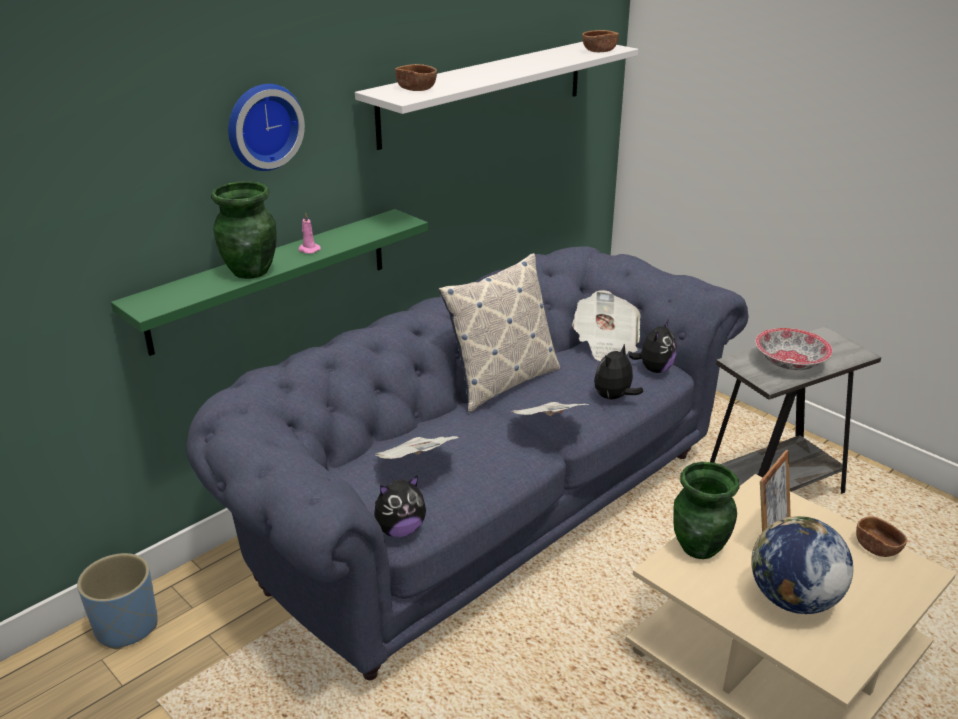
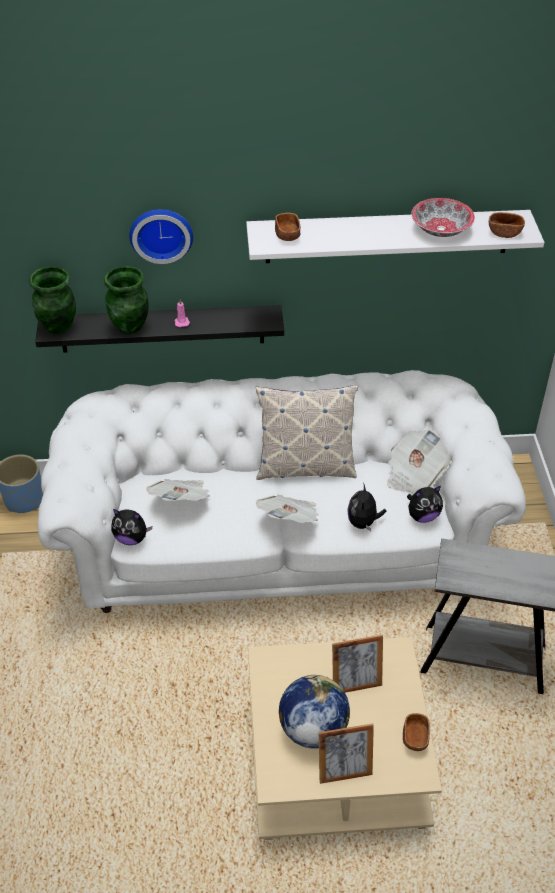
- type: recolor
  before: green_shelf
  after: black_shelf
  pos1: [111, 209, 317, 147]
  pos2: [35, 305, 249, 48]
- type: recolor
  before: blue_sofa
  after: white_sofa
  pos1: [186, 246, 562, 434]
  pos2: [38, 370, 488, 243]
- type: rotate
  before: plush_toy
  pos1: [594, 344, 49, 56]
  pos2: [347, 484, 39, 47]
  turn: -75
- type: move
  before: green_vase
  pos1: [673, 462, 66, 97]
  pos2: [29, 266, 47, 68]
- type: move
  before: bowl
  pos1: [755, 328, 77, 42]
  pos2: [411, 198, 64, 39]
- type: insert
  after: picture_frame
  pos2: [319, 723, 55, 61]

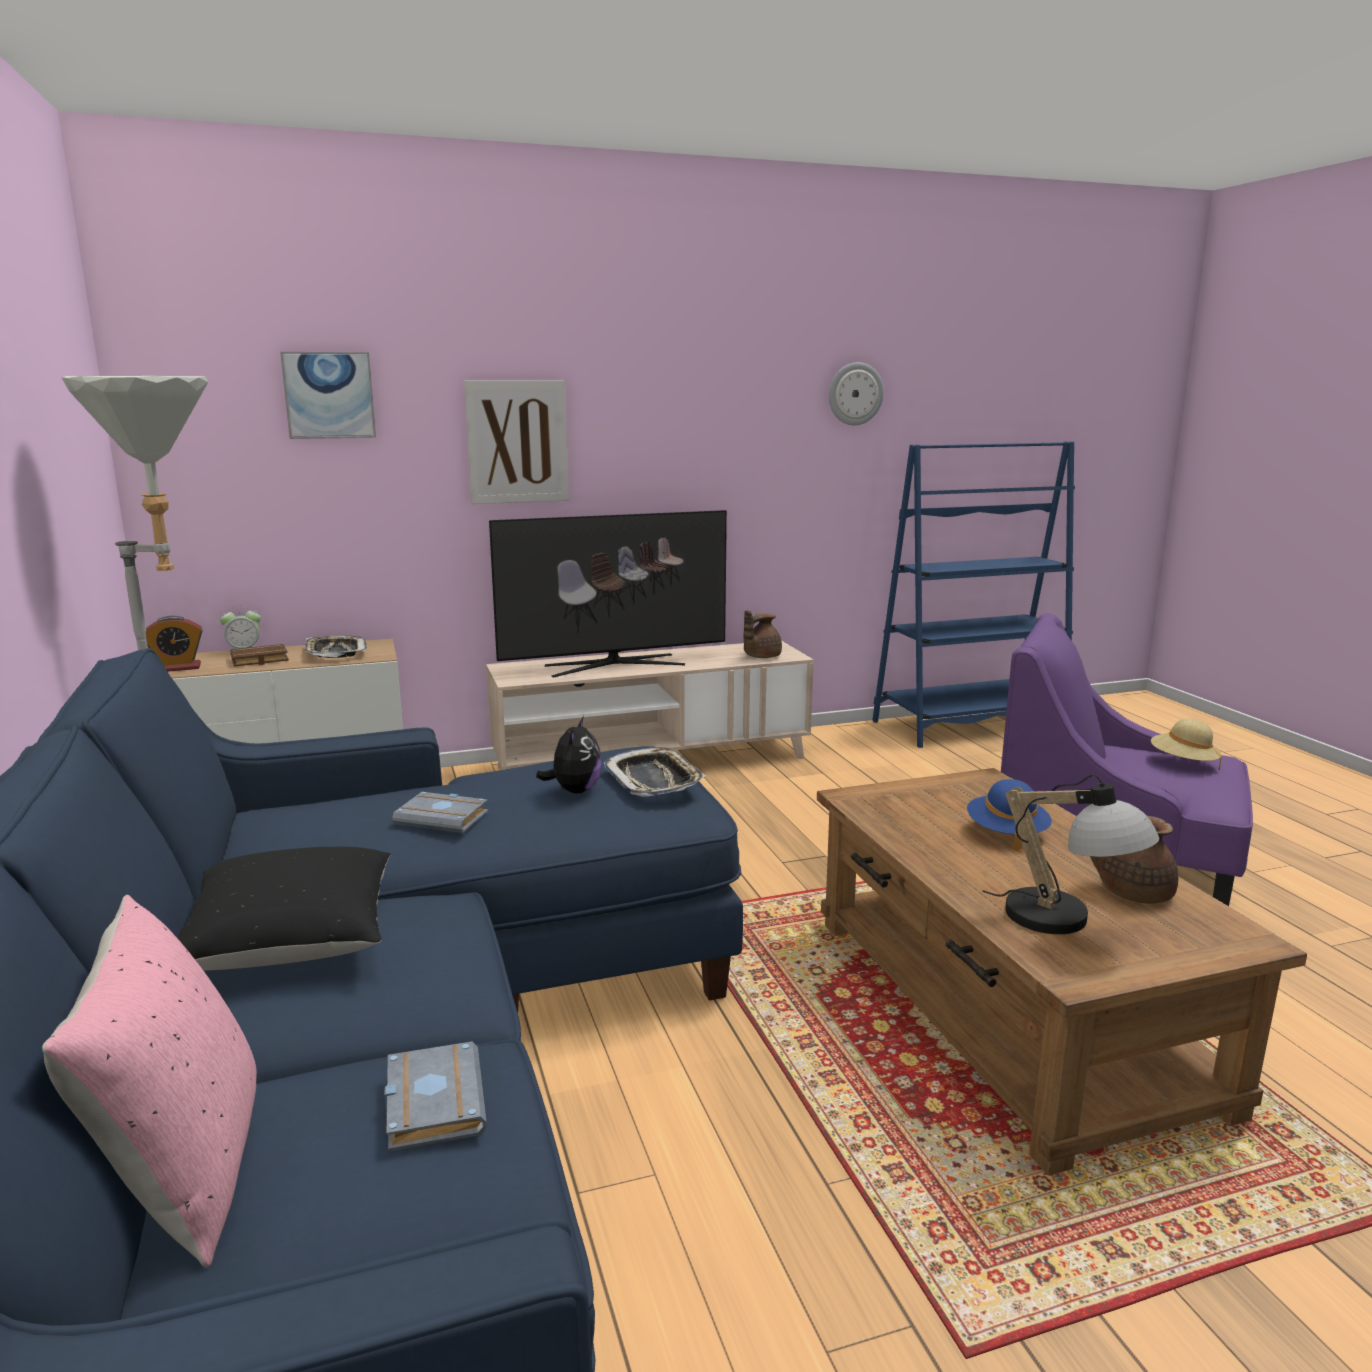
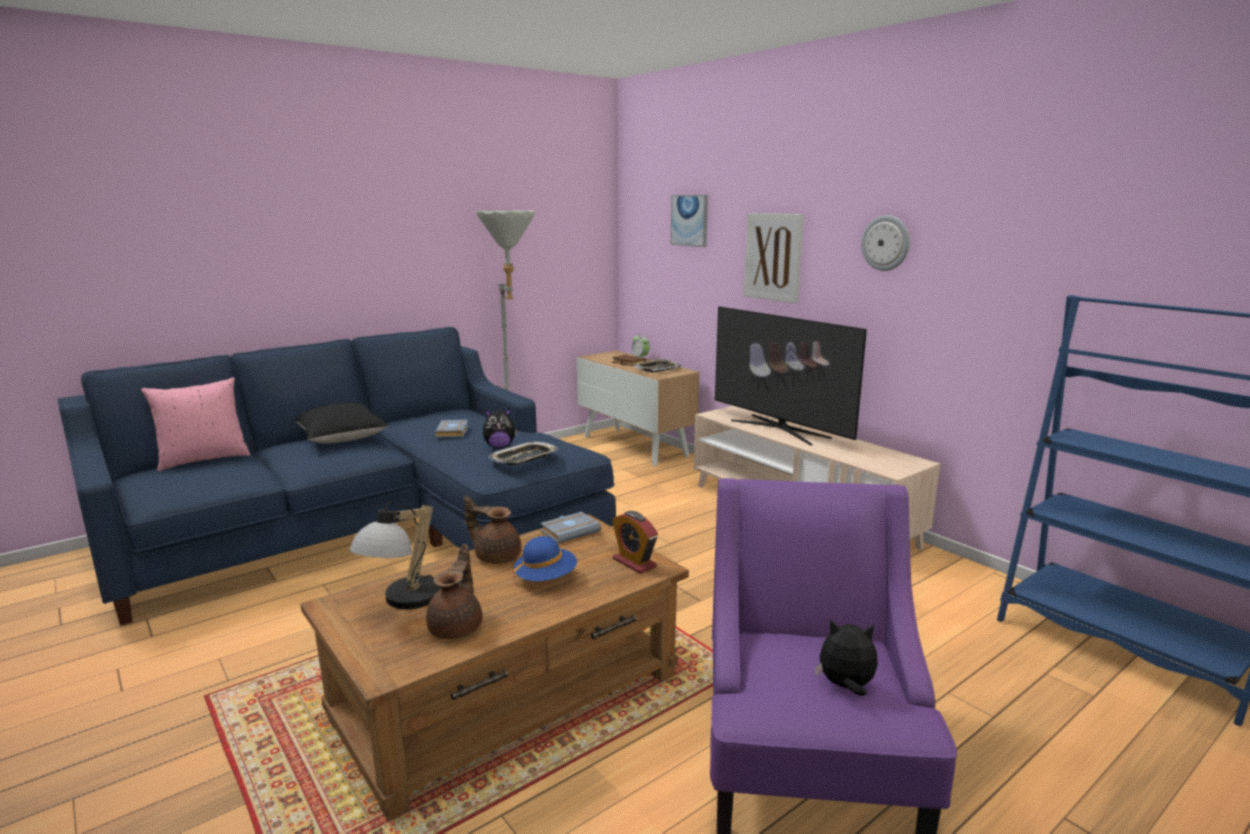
- type: move
  before: alarm_clock
  pos1: [146, 616, 57, 56]
  pos2: [612, 511, 46, 63]
- type: move
  before: grey_book
  pos1: [385, 1041, 102, 111]
  pos2: [540, 512, 61, 32]
- type: move
  before: brown_teapot
  pos1: [743, 610, 39, 48]
  pos2: [464, 495, 57, 69]
- type: move
  before: wall_clock
  pos1: [829, 362, 55, 63]
  pos2: [861, 215, 49, 56]
- type: replace
  before: beige_hat
  after: plush_toy
  pos1: [1151, 718, 71, 52]
  pos2: [815, 619, 63, 77]

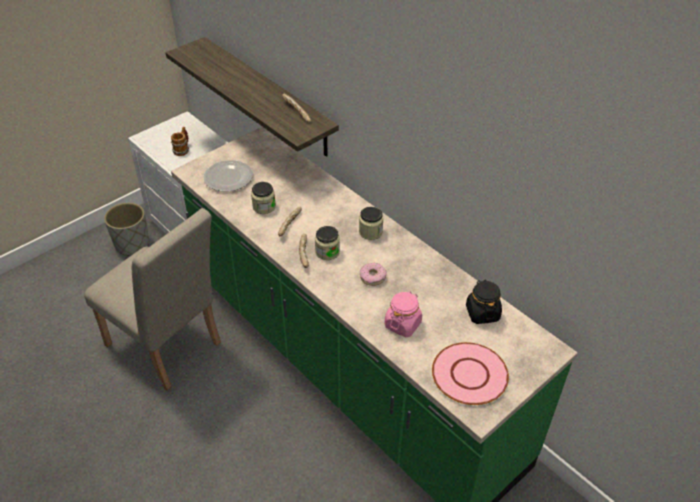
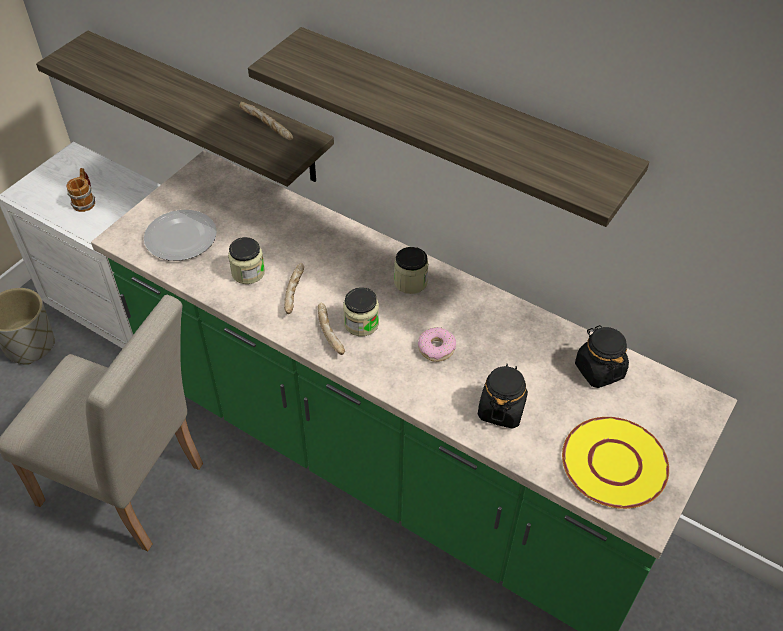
- type: recolor
  before: pink_jar
  after: black_jar
  pos1: [385, 291, 37, 46]
  pos2: [478, 364, 50, 65]
- type: recolor
  before: pink_plate
  after: yellow_plate
  pos1: [432, 342, 77, 63]
  pos2: [562, 417, 107, 92]
- type: insert
  after: shelf
  pos2: [248, 27, 401, 200]

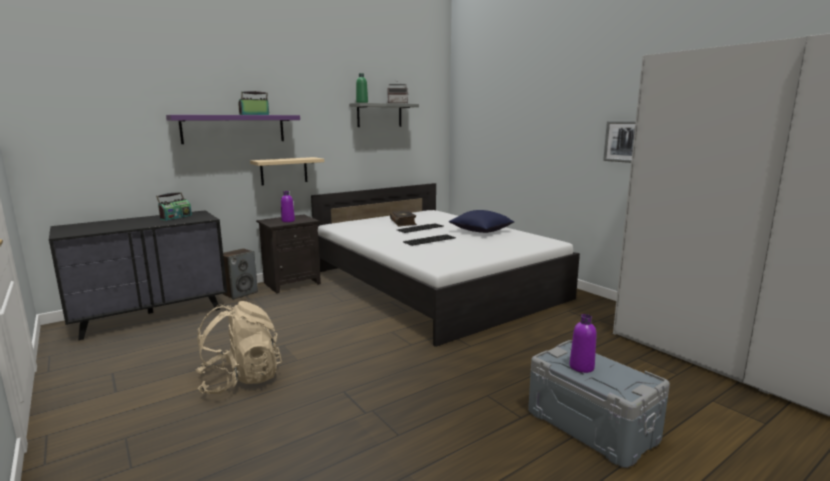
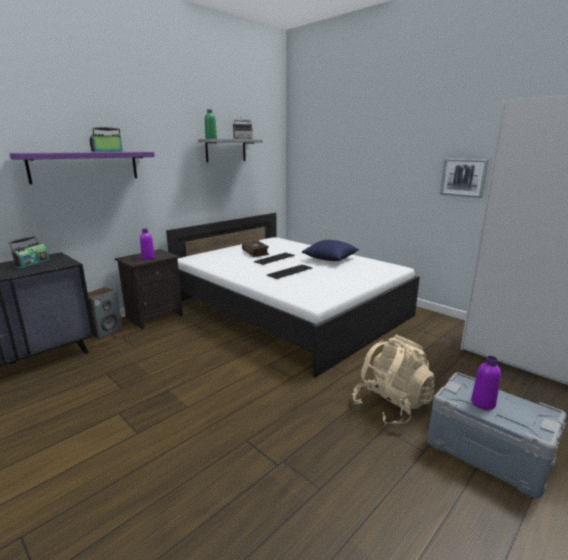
- type: move
  before: beige_backpack
  pos1: [196, 301, 86, 93]
  pos2: [352, 335, 83, 90]
- type: delete
  before: beige_shelf
  pos1: [250, 157, 74, 28]

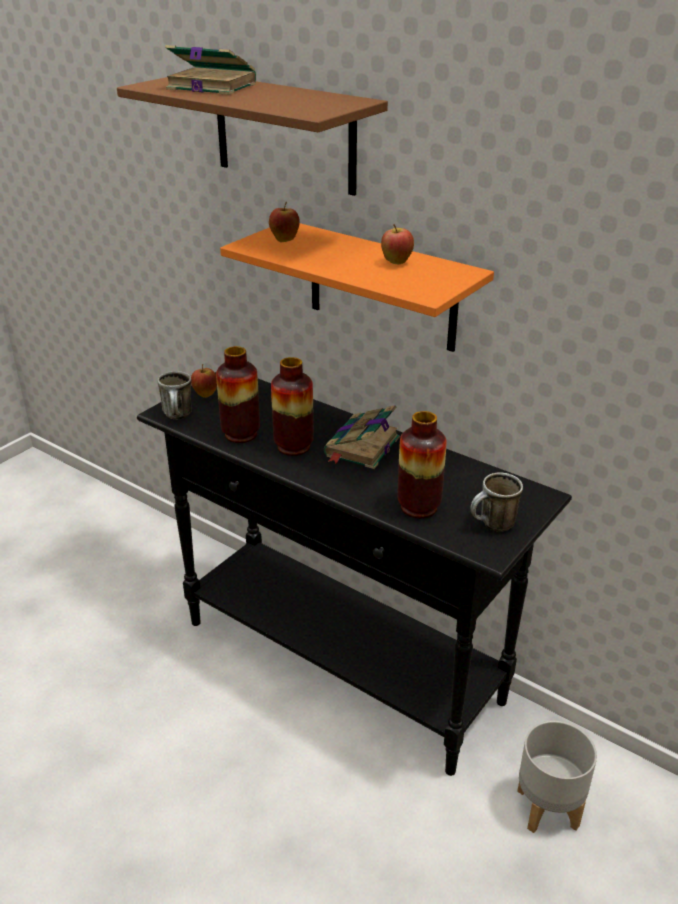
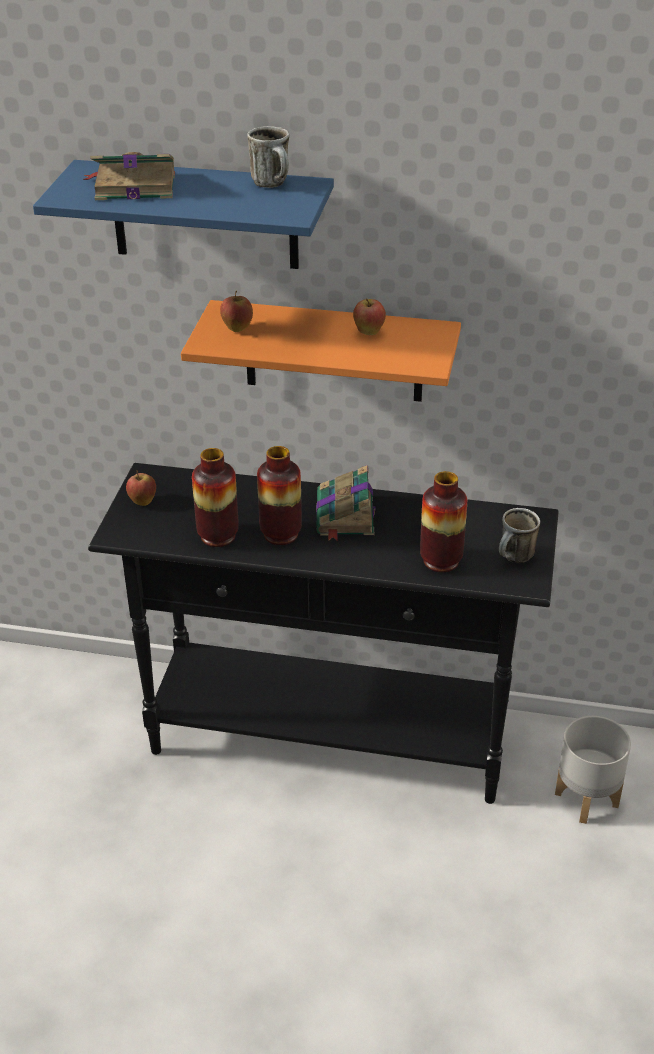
- type: recolor
  before: brown_shelf
  after: blue_shelf
  pos1: [117, 77, 271, 119]
  pos2: [33, 160, 301, 109]
- type: move
  before: mug
  pos1: [158, 371, 34, 48]
  pos2: [247, 126, 42, 62]

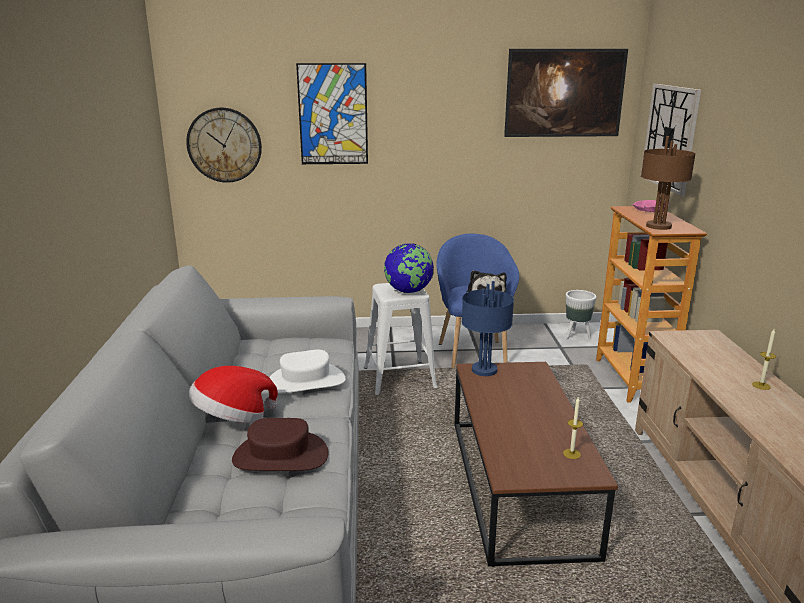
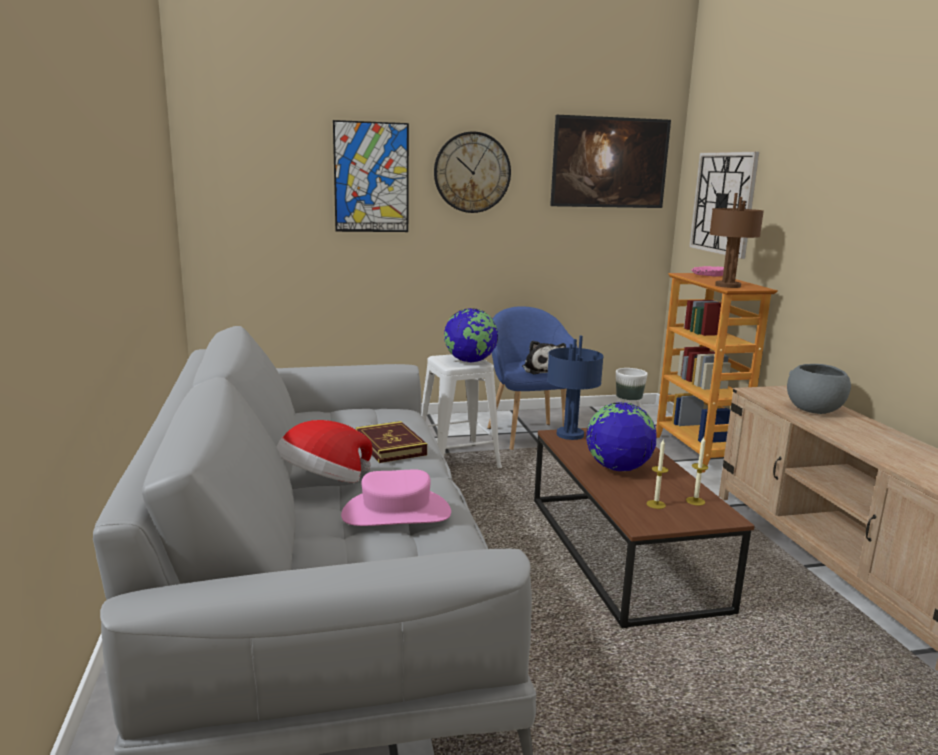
- type: move
  before: wall_clock
  pos1: [186, 107, 76, 76]
  pos2: [434, 131, 77, 82]
- type: recolor
  before: brown_hat
  after: pink_hat
  pos1: [232, 418, 97, 53]
  pos2: [341, 470, 110, 56]
- type: replace
  before: white_hat
  after: book
  pos1: [269, 350, 76, 43]
  pos2: [356, 421, 71, 42]
- type: move
  before: candle
  pos1: [752, 329, 24, 61]
  pos2: [646, 439, 22, 70]
- type: insert
  after: globe
  pos2: [586, 402, 71, 69]
- type: insert
  after: grey_bowl
  pos2: [787, 364, 64, 50]

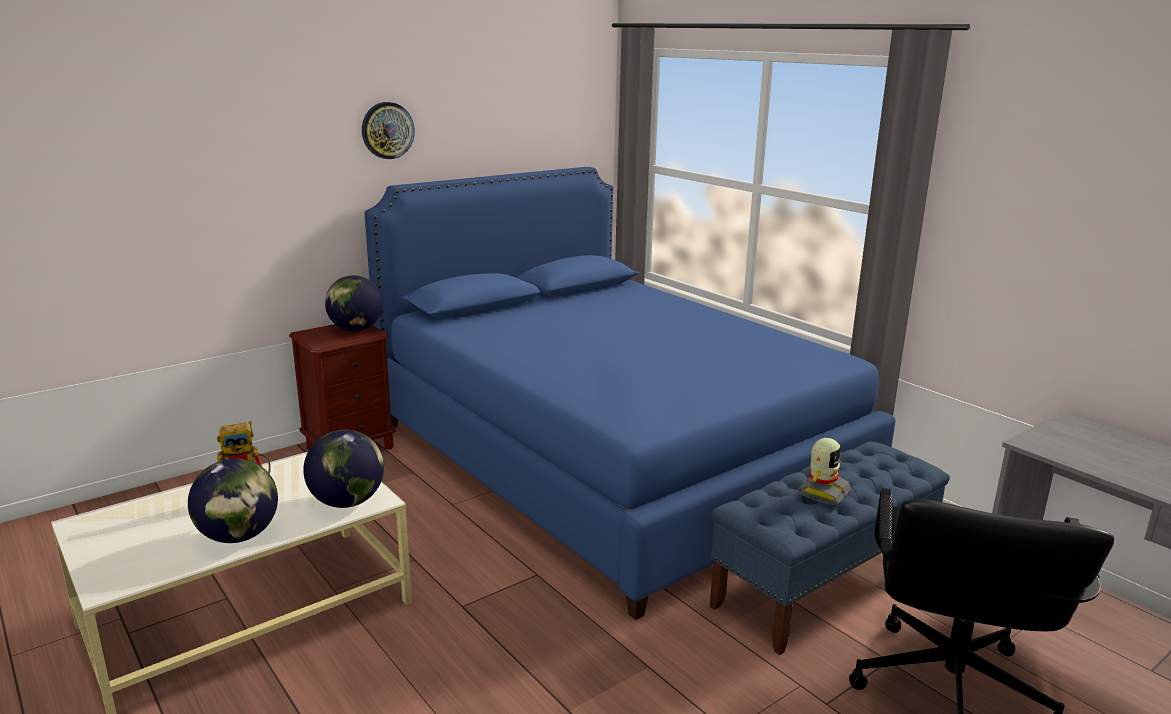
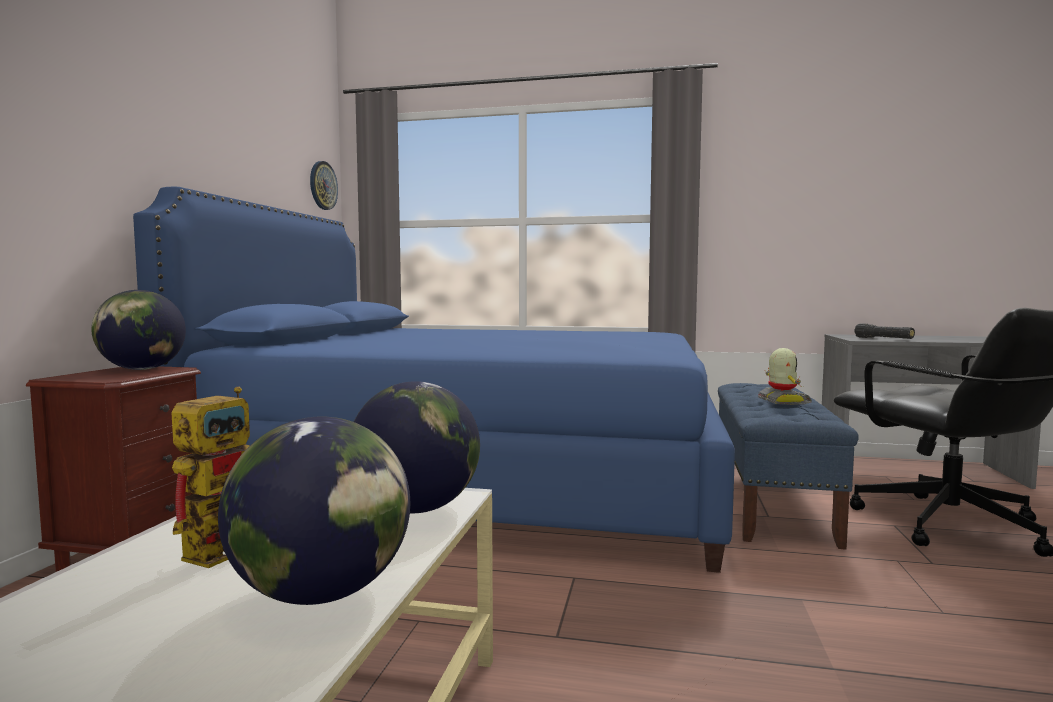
- type: move
  before: wall_clock
  pos1: [362, 102, 53, 57]
  pos2: [310, 161, 28, 49]
- type: insert
  after: black_flashlight
  pos2: [854, 323, 61, 16]

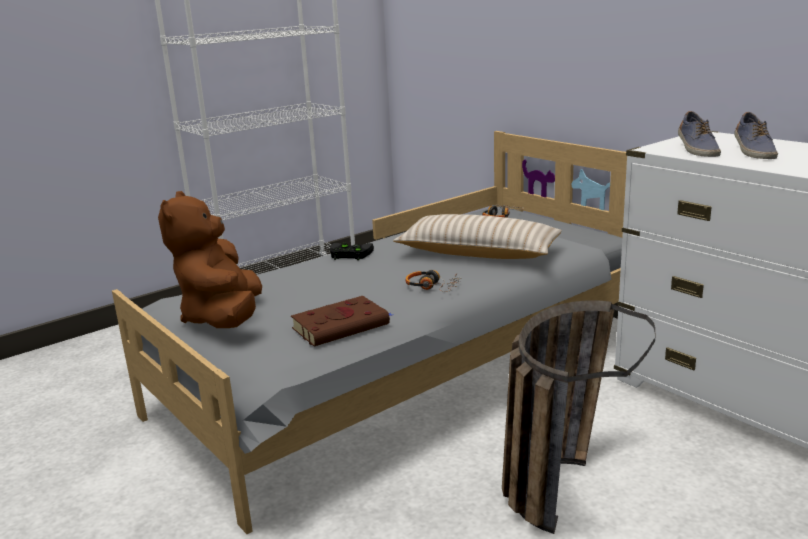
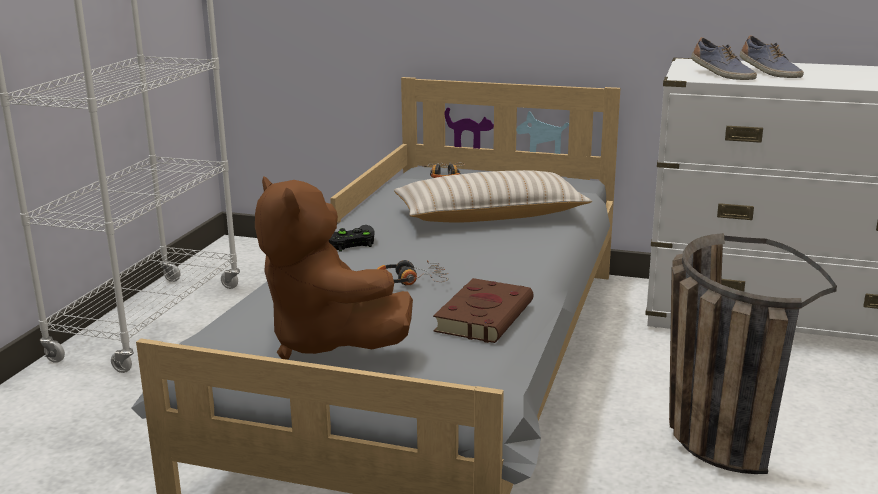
- type: move
  before: headphones
  pos1: [406, 270, 55, 22]
  pos2: [377, 260, 71, 25]

